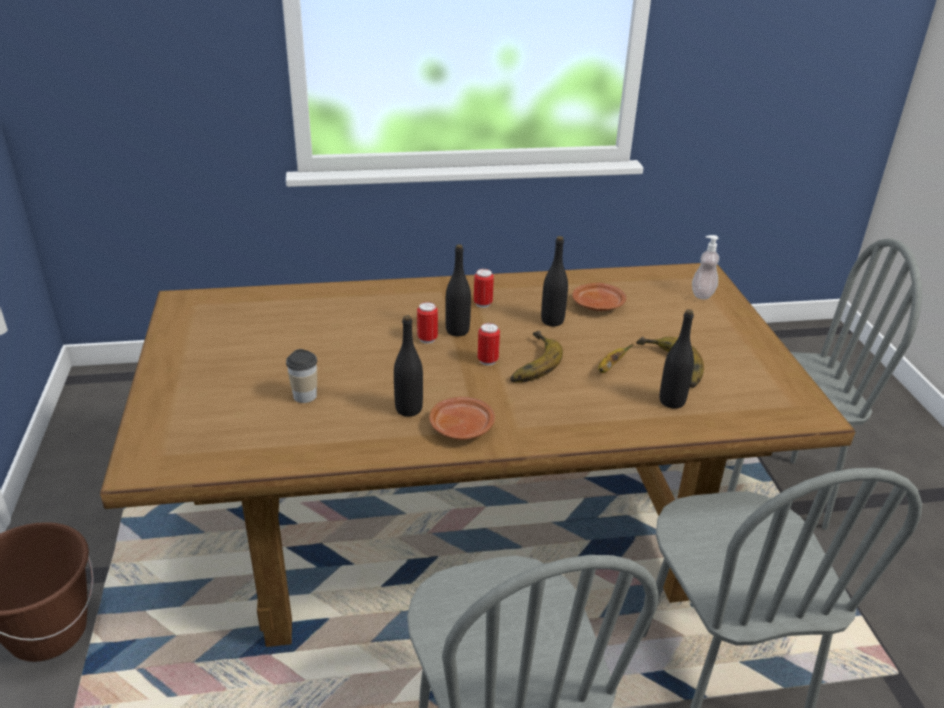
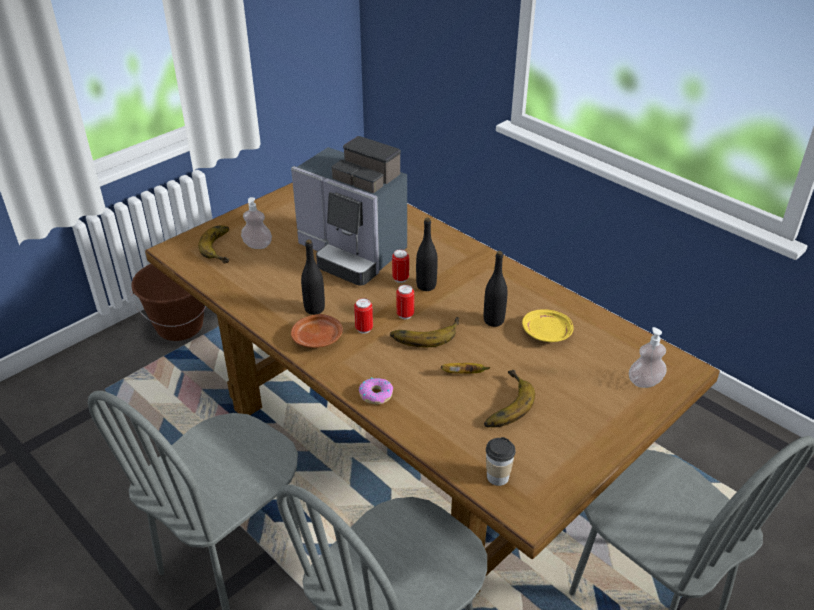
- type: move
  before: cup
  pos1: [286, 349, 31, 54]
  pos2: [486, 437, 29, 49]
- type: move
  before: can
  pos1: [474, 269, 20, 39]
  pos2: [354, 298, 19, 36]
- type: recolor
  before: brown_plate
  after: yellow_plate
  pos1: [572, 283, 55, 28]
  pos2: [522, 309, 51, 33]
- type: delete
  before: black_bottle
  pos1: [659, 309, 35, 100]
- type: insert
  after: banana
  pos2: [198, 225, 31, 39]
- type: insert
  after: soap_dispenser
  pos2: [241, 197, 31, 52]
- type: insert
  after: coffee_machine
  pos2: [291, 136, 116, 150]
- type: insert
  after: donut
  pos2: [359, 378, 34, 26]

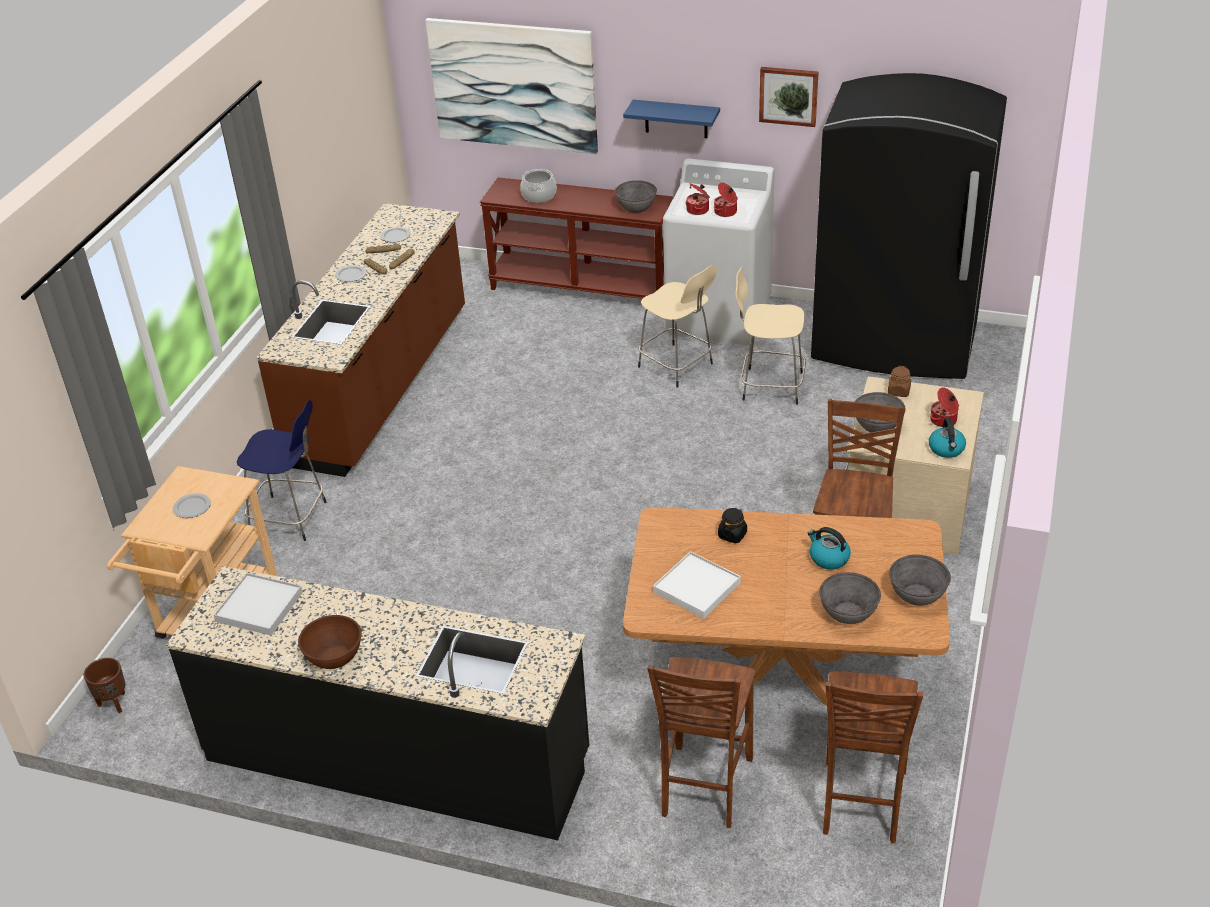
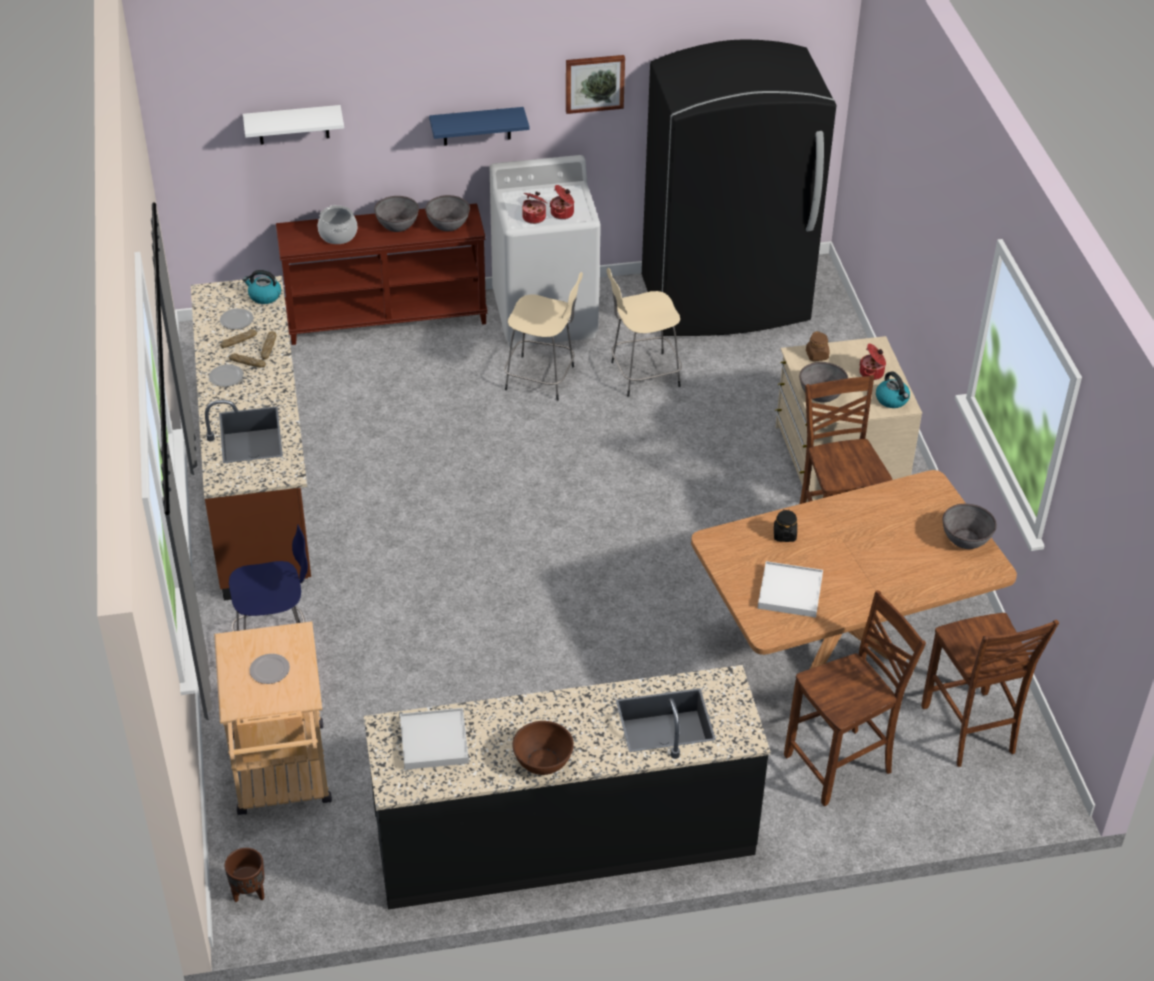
- type: replace
  before: picture
  after: white_shelf
  pos1: [425, 18, 173, 136]
  pos2: [243, 105, 101, 40]
- type: rotate
  before: brown_chair
  pos1: [647, 657, 109, 171]
  pos2: [784, 590, 142, 216]
  turn: -105
- type: move
  before: kettle
  pos1: [808, 527, 43, 42]
  pos2: [243, 270, 38, 34]
- type: move
  before: grey_bowl
  pos1: [819, 572, 62, 52]
  pos2: [374, 196, 45, 36]

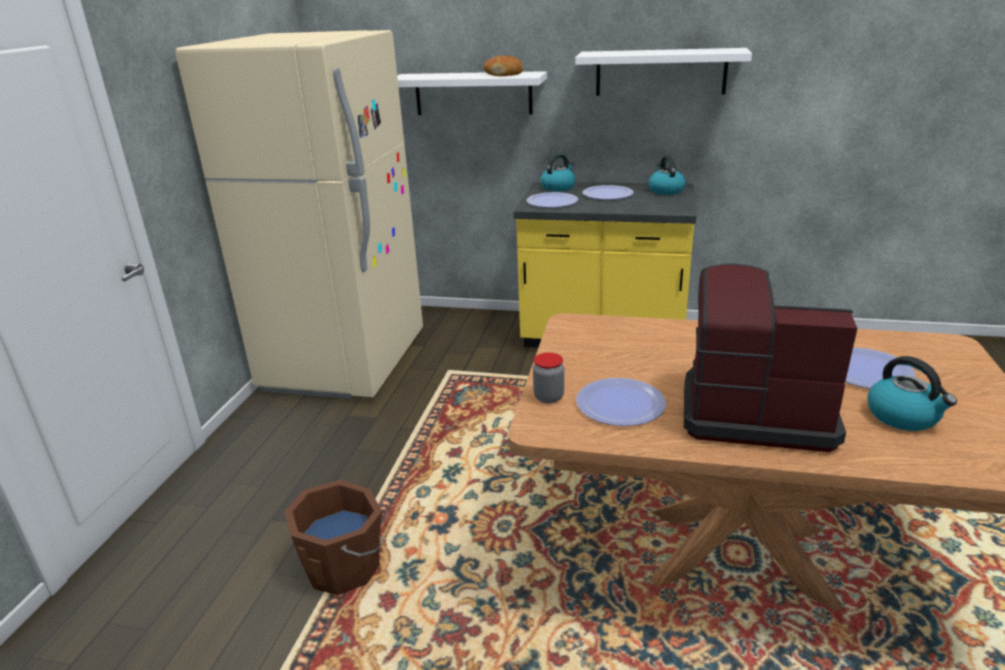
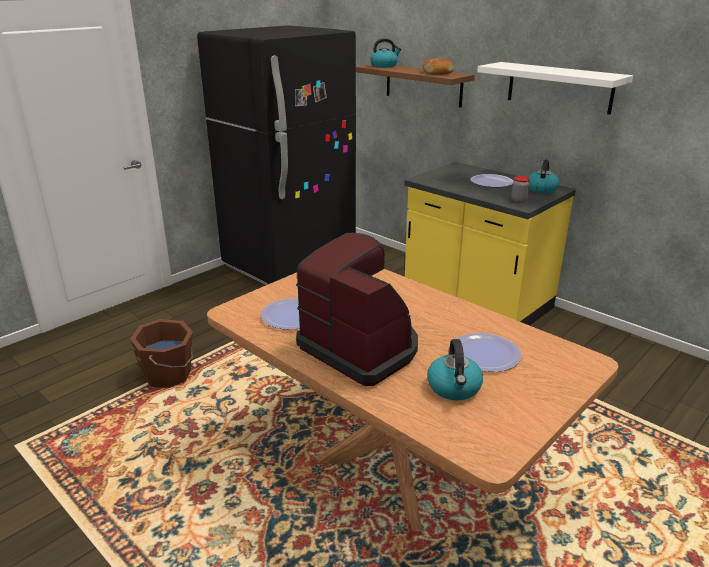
- type: recolor
  before: beige_fridge
  after: black_fridge
  pos1: [176, 30, 247, 369]
  pos2: [197, 25, 159, 260]
- type: recolor
  before: white_shelf
  after: brown_shelf
  pos1: [397, 71, 150, 44]
  pos2: [356, 64, 119, 44]
- type: delete
  before: plate
  pos1: [526, 192, 52, 16]
- type: move
  before: jar
  pos1: [533, 353, 31, 50]
  pos2: [511, 176, 19, 27]
- type: move
  before: kettle
  pos1: [540, 154, 36, 38]
  pos2: [370, 38, 31, 30]

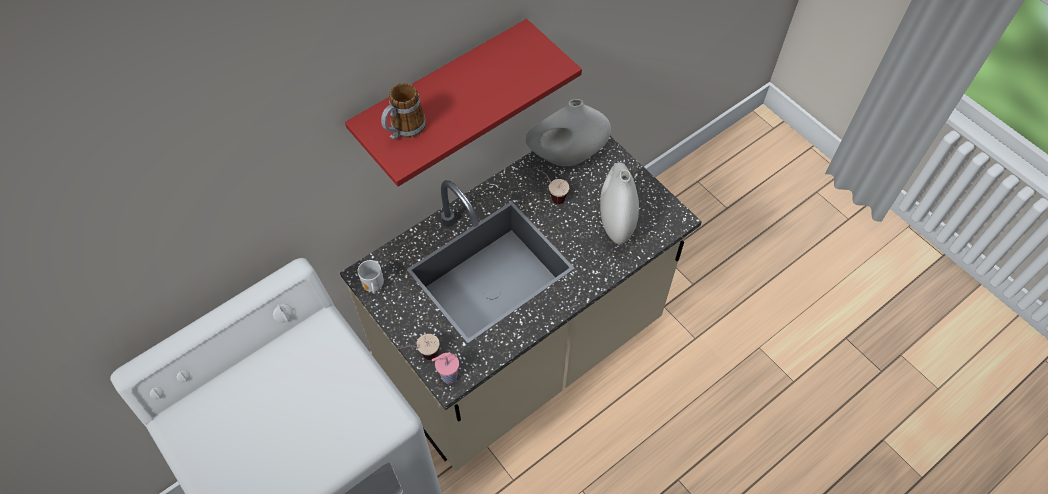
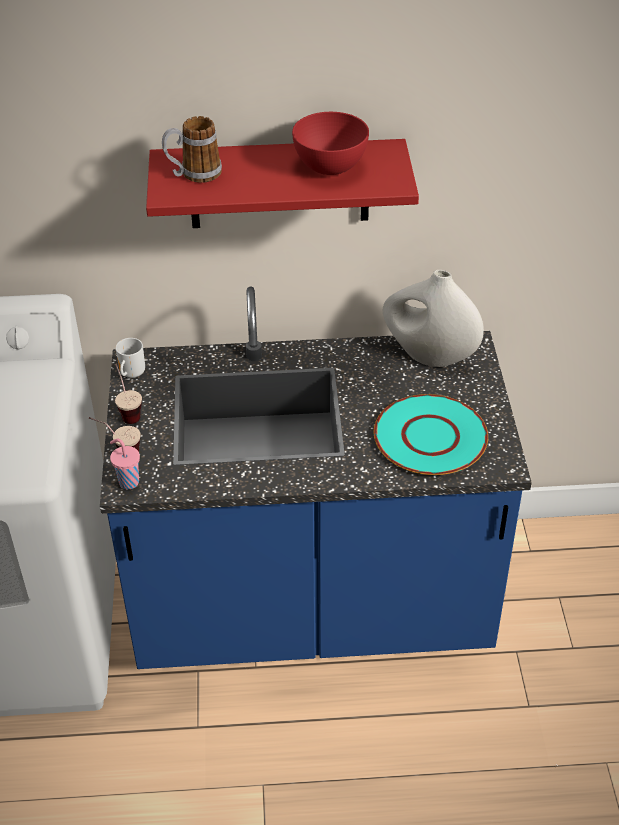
- type: recolor
  before: beige_counter
  after: blue_counter
  pos1: [340, 136, 362, 335]
  pos2: [100, 287, 432, 382]
- type: move
  before: cup
  pos1: [536, 167, 33, 37]
  pos2: [115, 364, 27, 60]
- type: replace
  before: white_vase
  after: turquoise_plate
  pos1: [600, 162, 39, 82]
  pos2: [374, 394, 114, 81]
- type: insert
  after: red_bowl
  pos2: [292, 112, 77, 63]

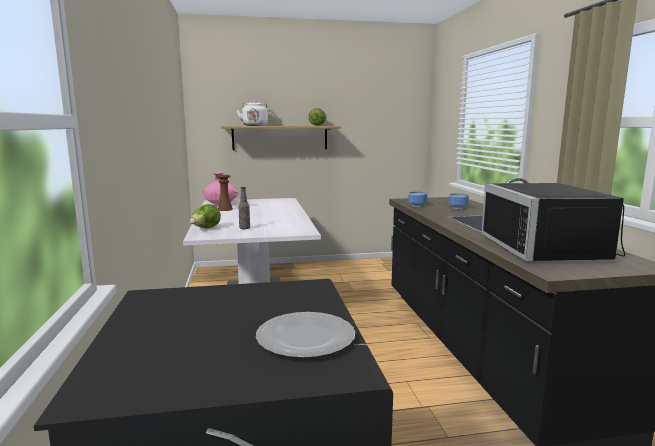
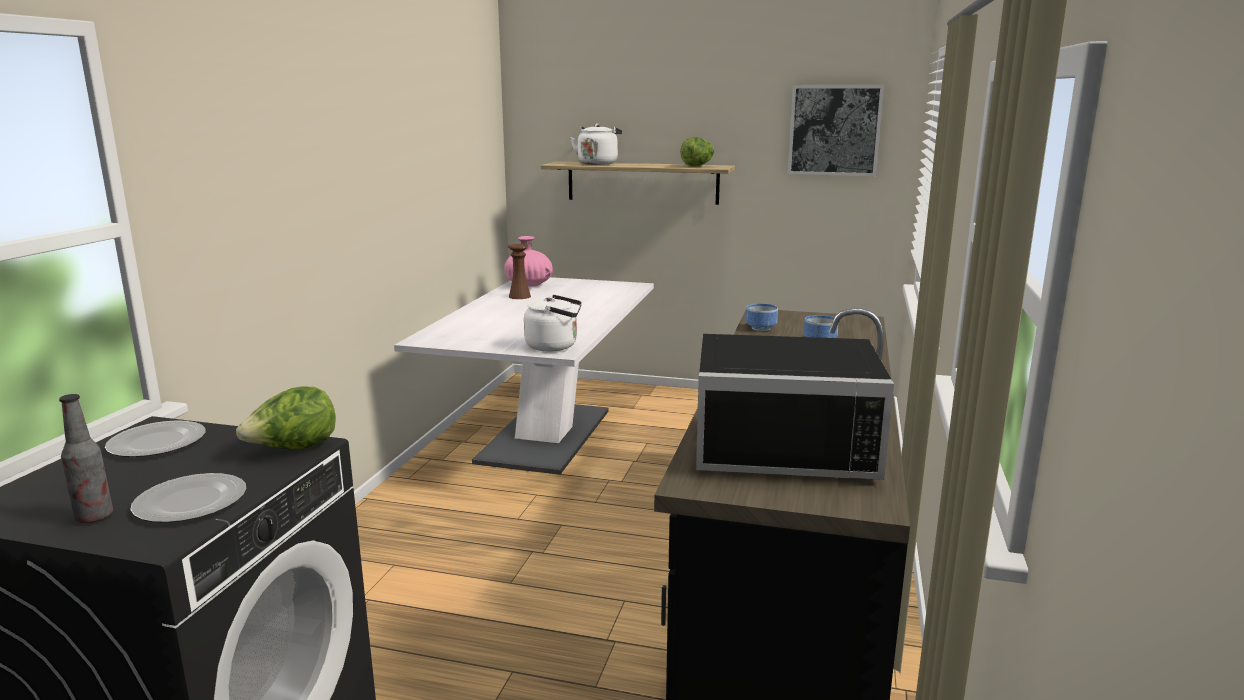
- type: move
  before: lettuce
  pos1: [190, 204, 31, 24]
  pos2: [236, 387, 99, 62]
- type: move
  before: bottle
  pos1: [238, 187, 12, 42]
  pos2: [59, 394, 54, 129]
- type: rotate
  before: black_microwave
  pos1: [481, 183, 144, 78]
  pos2: [696, 334, 198, 146]
  turn: -105
- type: insert
  after: plate
  pos2: [105, 420, 101, 37]
- type: insert
  after: white_kettle
  pos2: [524, 295, 58, 56]
- type: insert
  after: picture
  pos2: [788, 85, 96, 91]

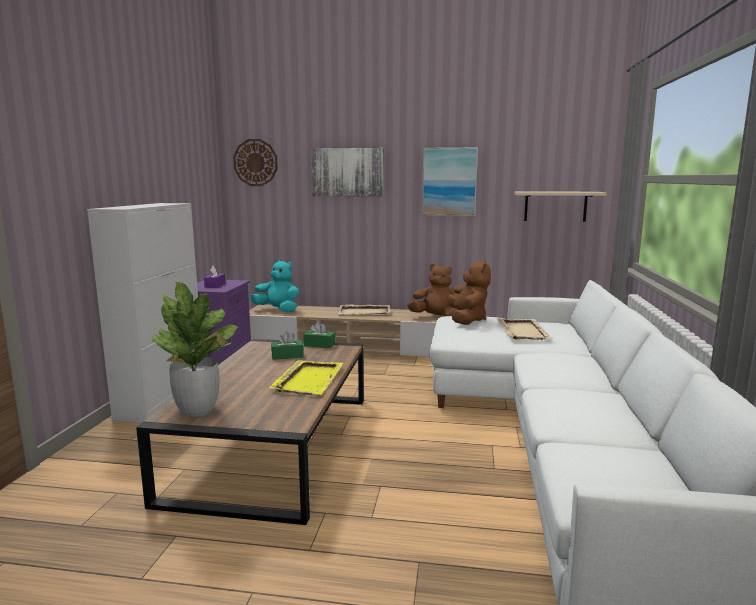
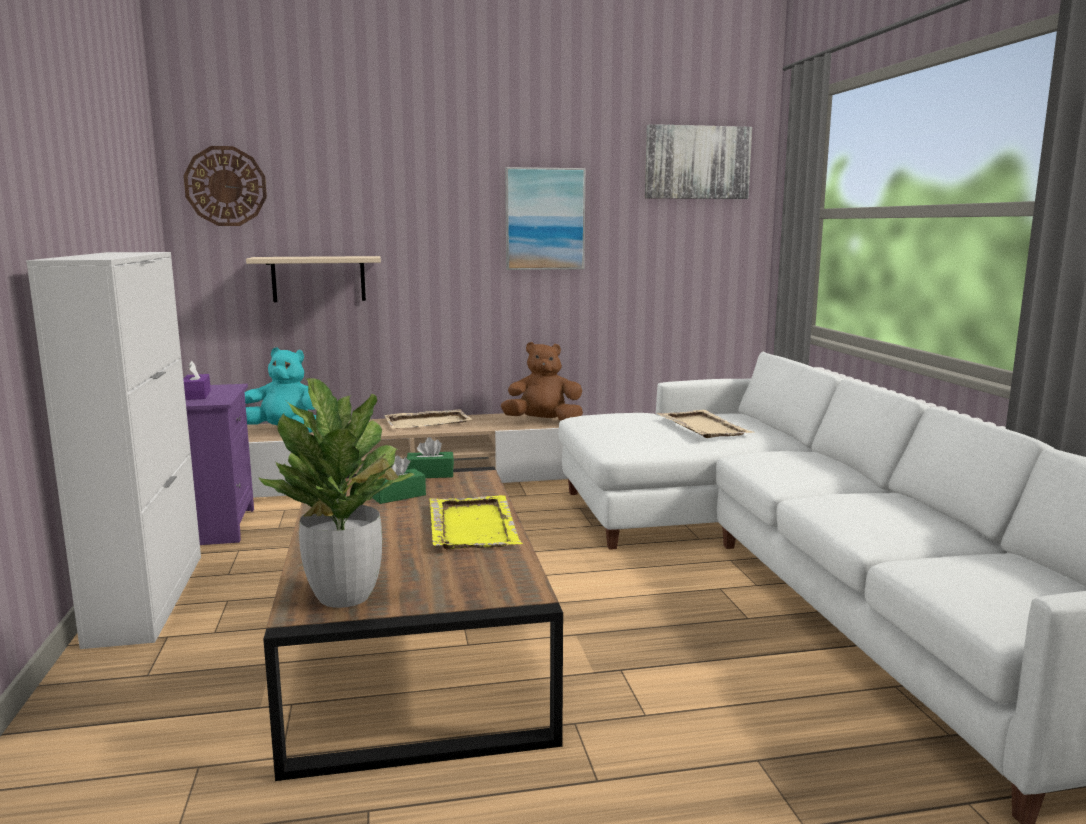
- type: move
  before: picture
  pos1: [311, 148, 73, 49]
  pos2: [645, 124, 107, 75]
- type: delete
  before: brown_plush_toy
  pos1: [448, 259, 43, 66]
- type: move
  before: beige_shelf
  pos1: [514, 191, 93, 31]
  pos2: [246, 256, 135, 46]

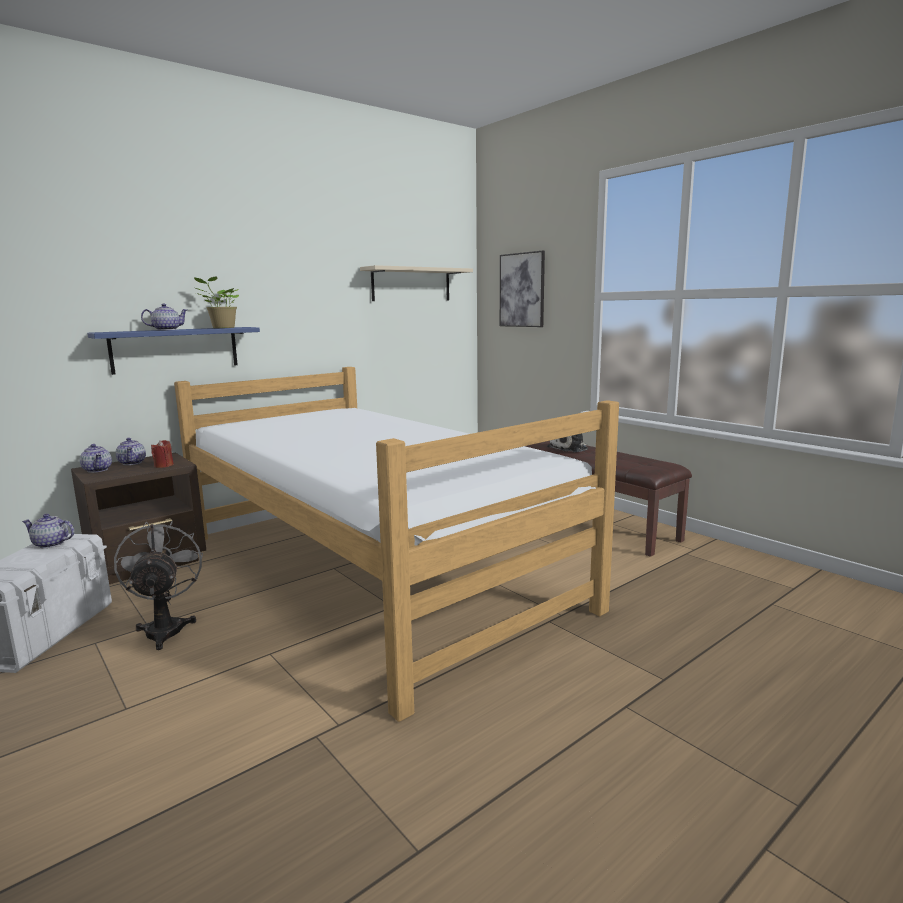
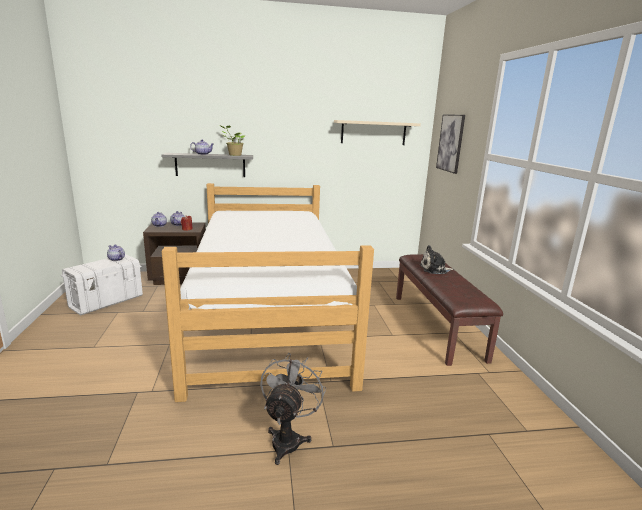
- type: recolor
  before: blue_shelf
  after: grey_shelf
  pos1: [87, 327, 173, 48]
  pos2: [161, 153, 92, 24]
- type: move
  before: grey_fan
  pos1: [114, 521, 89, 129]
  pos2: [260, 353, 67, 112]

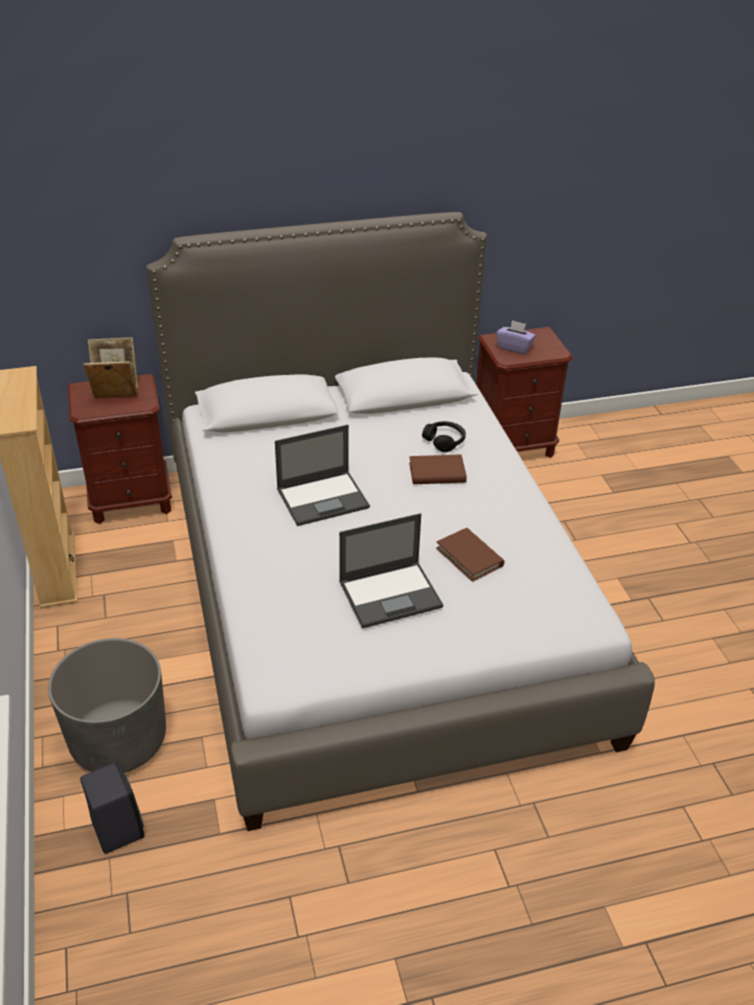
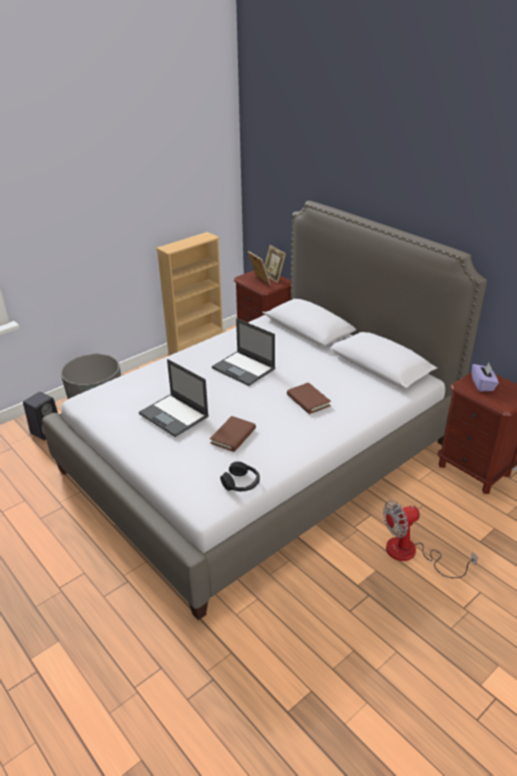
- type: move
  before: black_headphones
  pos1: [422, 421, 44, 31]
  pos2: [220, 462, 40, 29]
- type: insert
  after: fan
  pos2: [383, 500, 95, 78]

